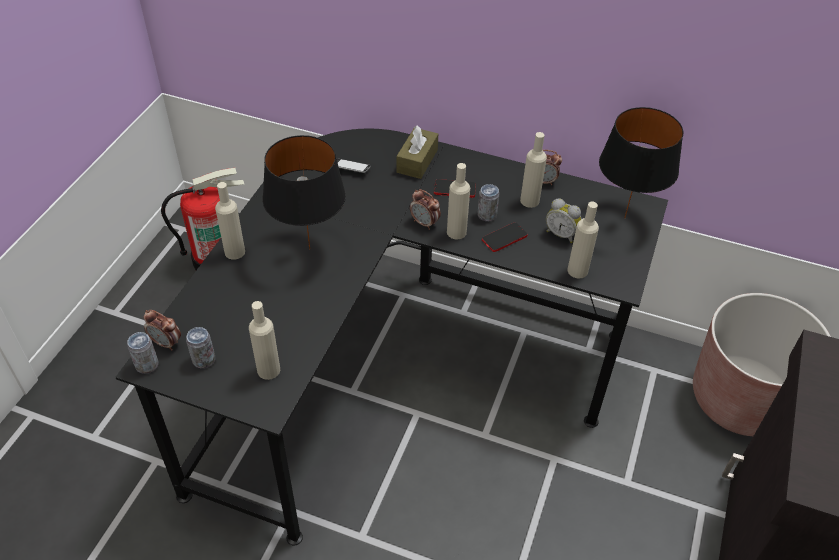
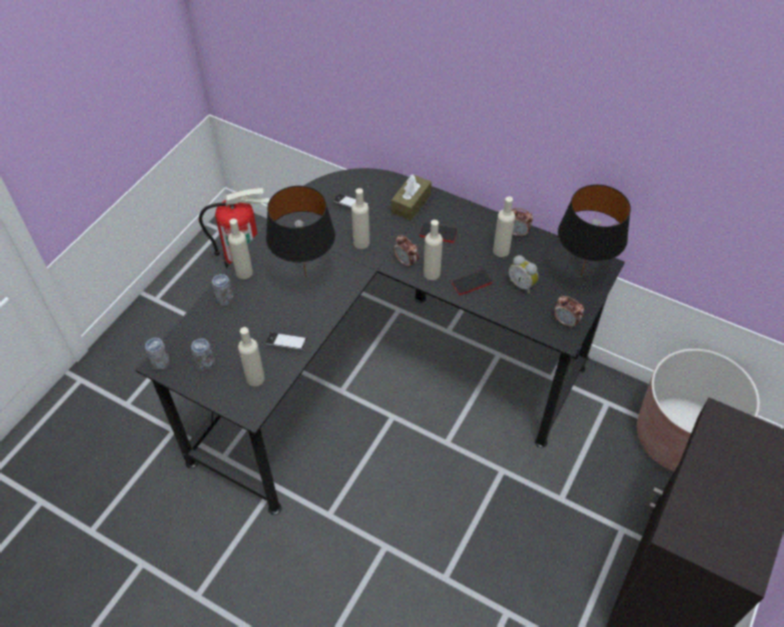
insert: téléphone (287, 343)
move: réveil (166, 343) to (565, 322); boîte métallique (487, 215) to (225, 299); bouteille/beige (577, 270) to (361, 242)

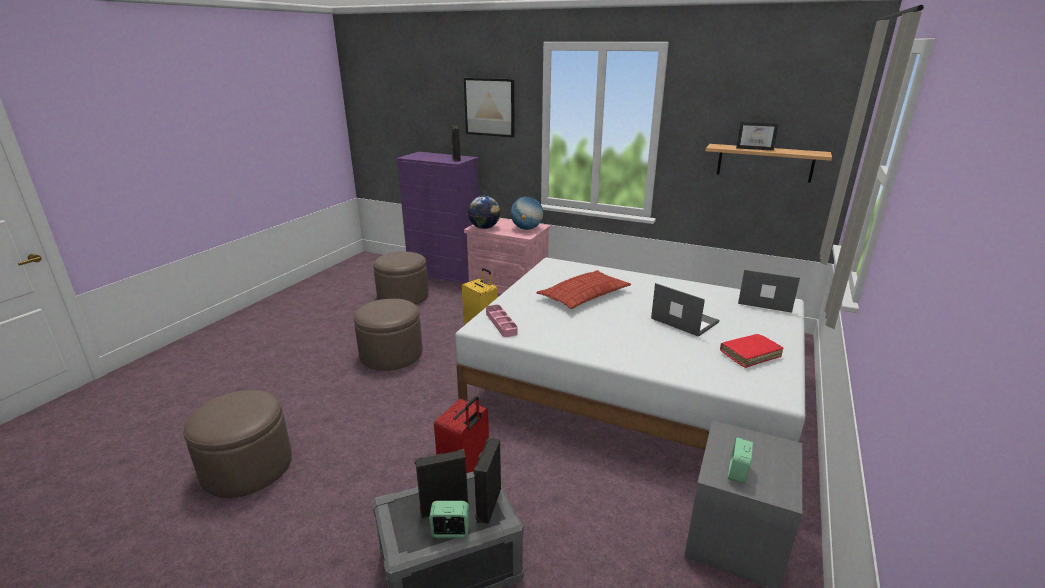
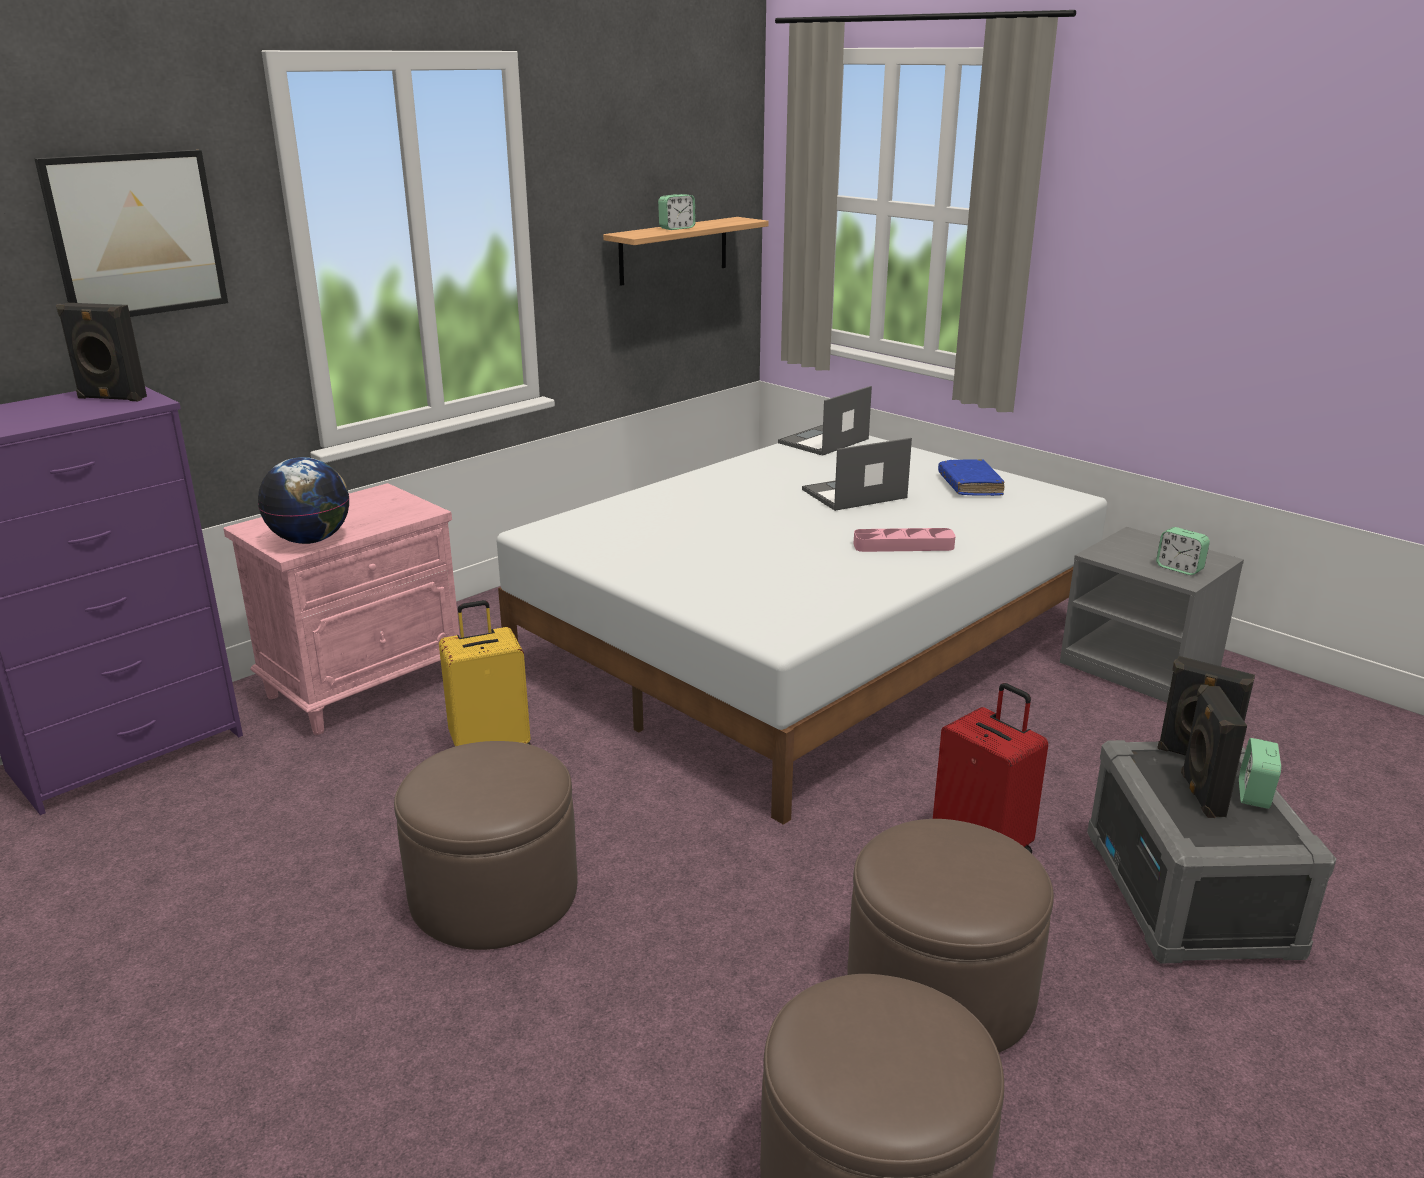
delete: globe (526, 228); coussin (584, 295)
move: pouf/marron (403, 296) to (940, 990); plateau/rose (501, 323) to (903, 545)
replace: cadre photo (755, 148) to réveil (677, 228)
recolor: livre/rouge (750, 355) to livre/bleu (969, 485)

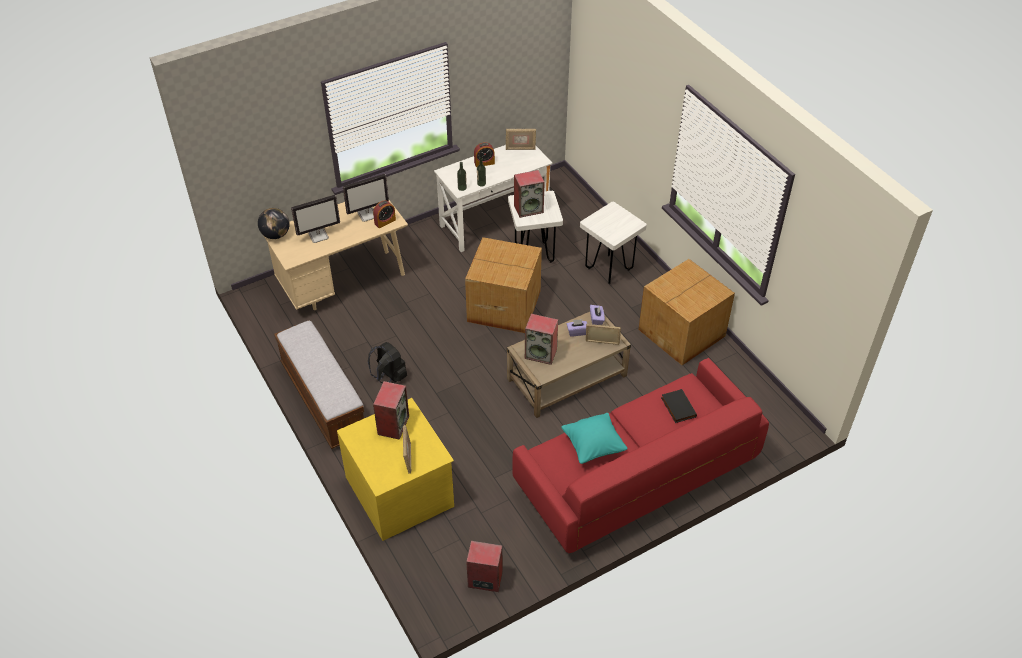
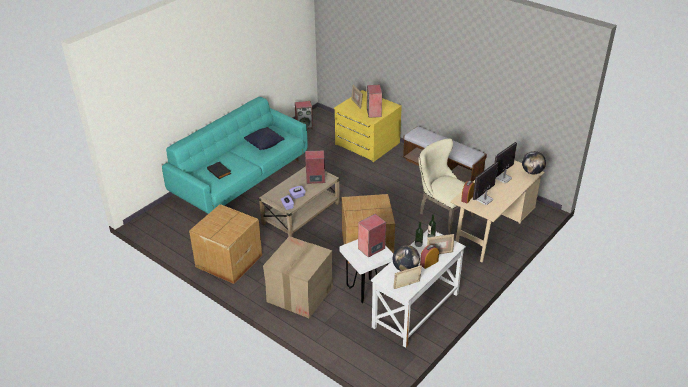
delete: sac à dos/noir (389, 377)
insert: globe (405, 268); chaise/beige (442, 214)
move: cadre photo (602, 343) to (439, 253)
replace: tabouret/blanc (609, 269) to carton (299, 294)
recolor: canapé/rouge (635, 475) to canapé/turquoise (241, 178); coussin/turquoise (593, 446) to coussin/noir (264, 145)

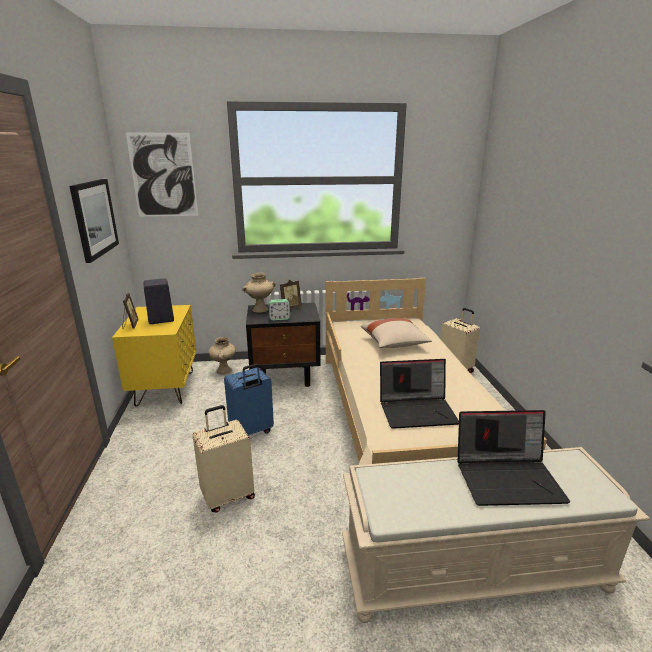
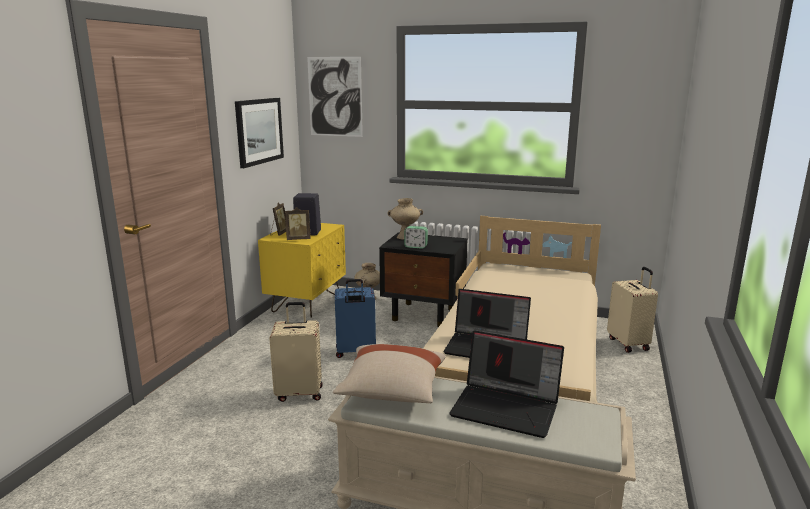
move: cadre photo (290, 308) to (298, 239); coussin/beige (394, 343) to (392, 391)

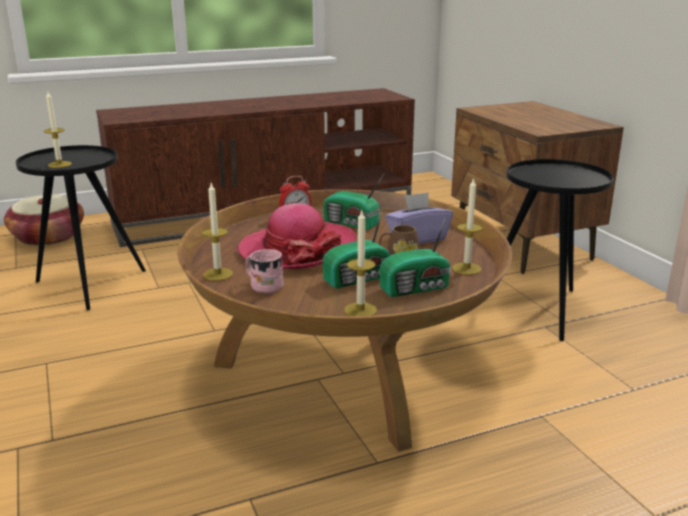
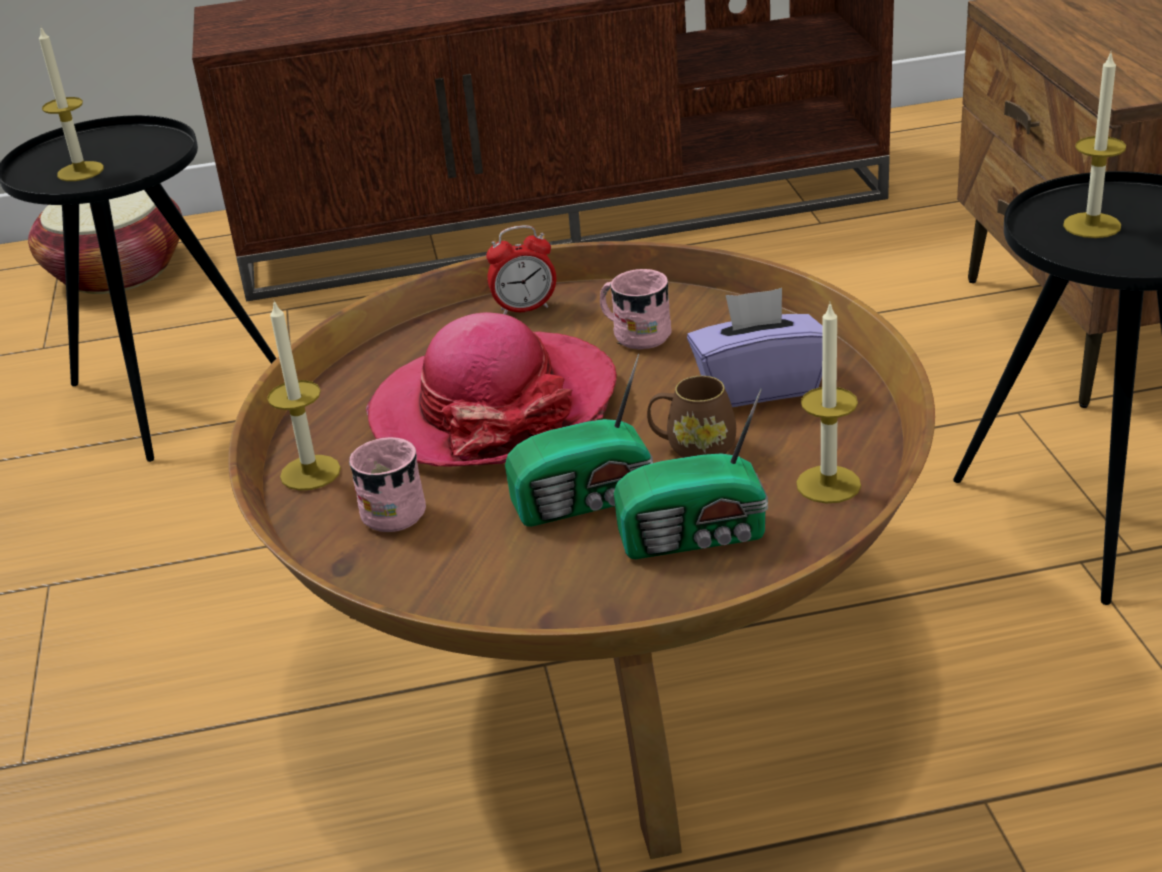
move: bougie (360, 310) to (1092, 225)
replace: radio (351, 224) to mug/rose (635, 334)

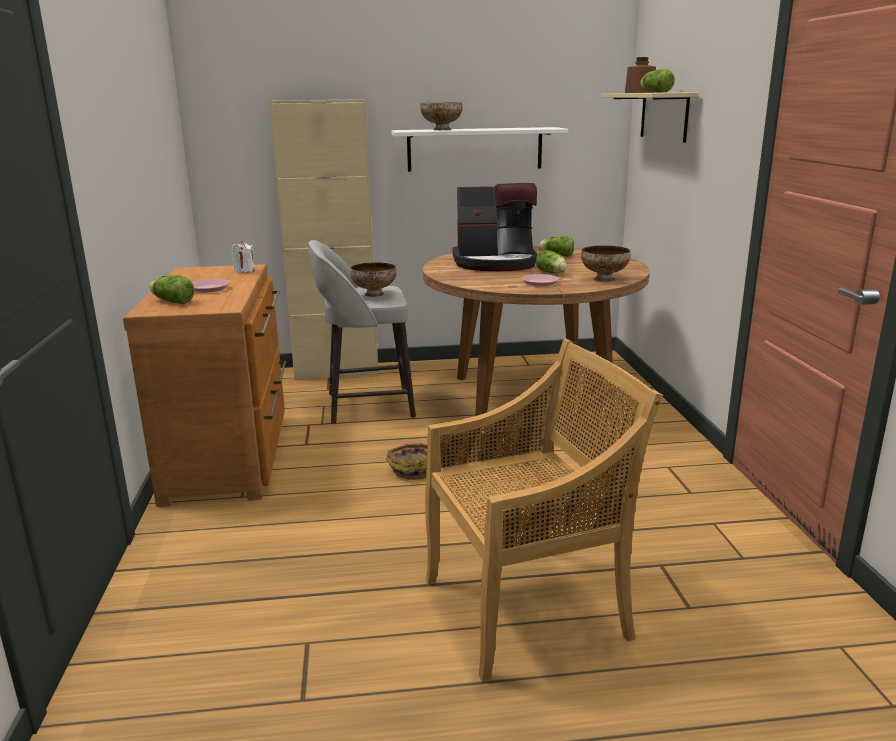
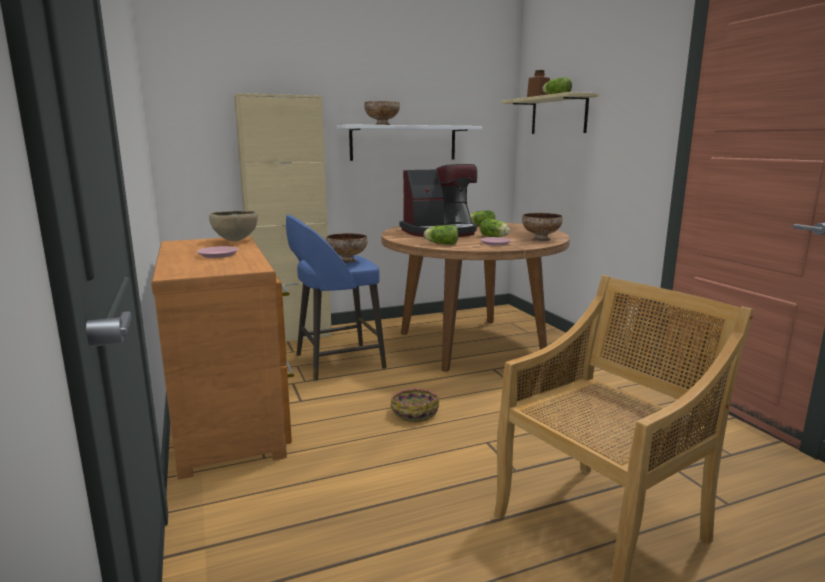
move: laitue (171, 301) to (440, 244)
replace: bougie/blanc (244, 270) to bol/marron (236, 241)
recolor: tabouret/gris (366, 405) to tabouret/bleu (336, 362)

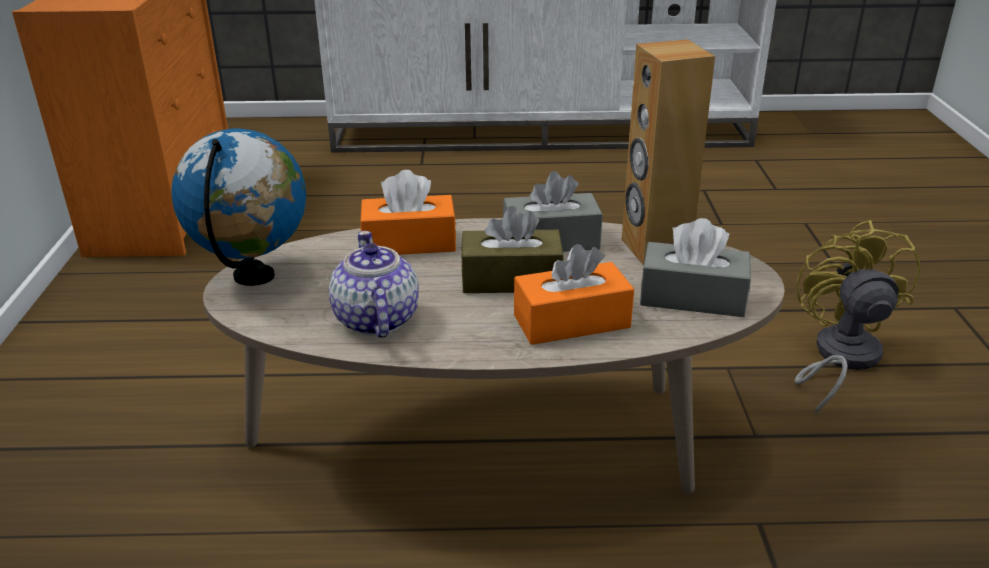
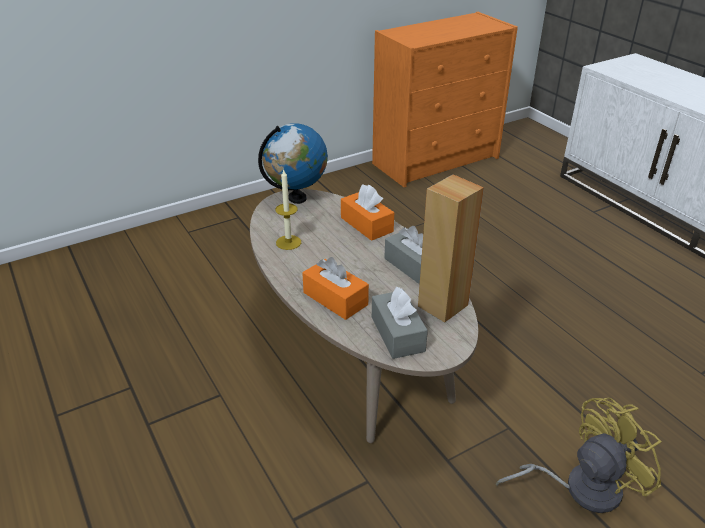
delete: boîte à mouchoirs/marron (511, 279)
replace: théière (375, 320) to bougie (288, 242)

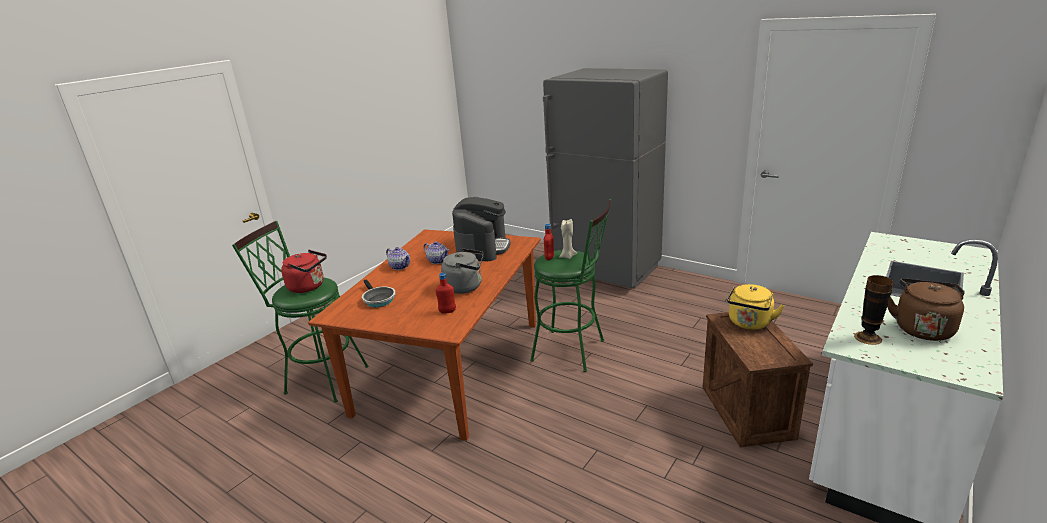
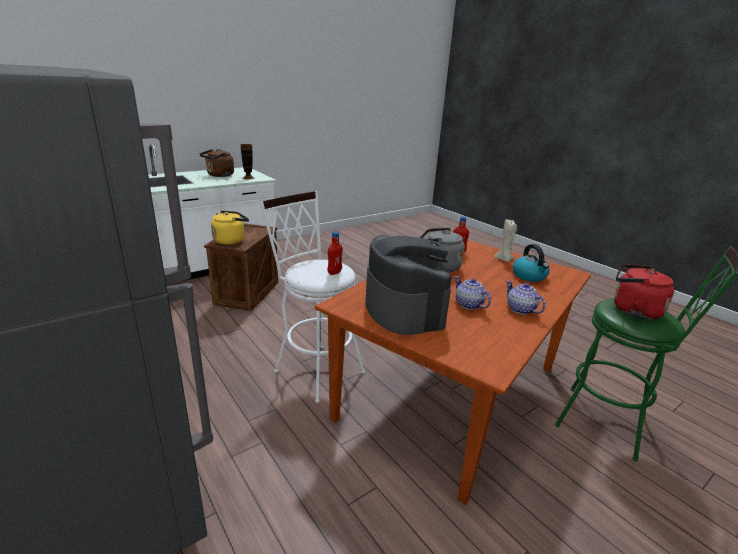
move: bougie/beige (567, 256) to (504, 260)
replace: poêle (378, 299) to bouilloire (529, 276)
recolor: tabouret/vert (574, 351) to tabouret/blanc (315, 368)
rotate: machine à café (482, 248) = (403, 309) 135 degrees clockwise

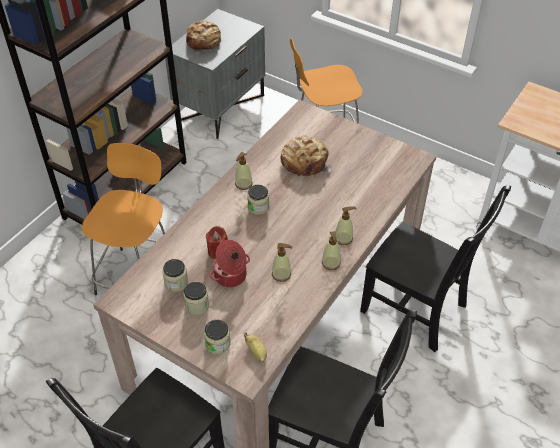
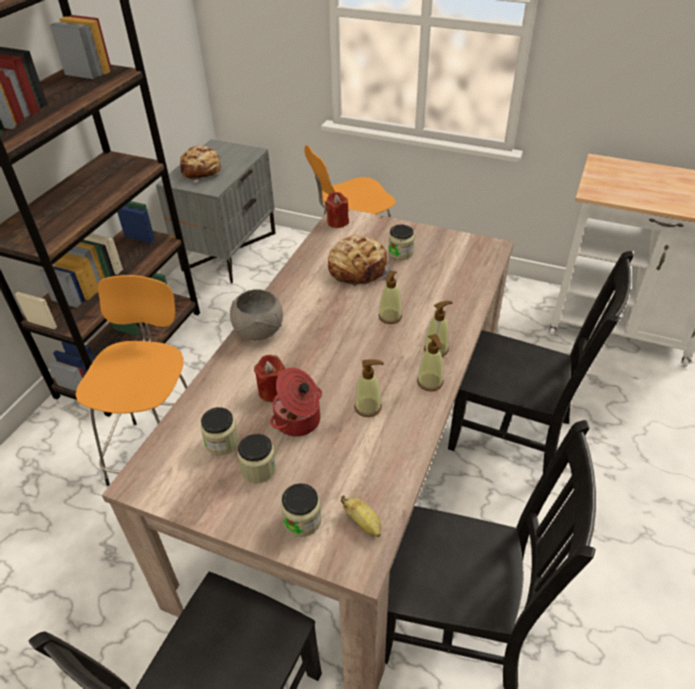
insert: bol/gris (259, 331); bougie/rouge (337, 222)
move: distributeur de savon (243, 184) to (390, 317); bocal (258, 207) to (400, 253)

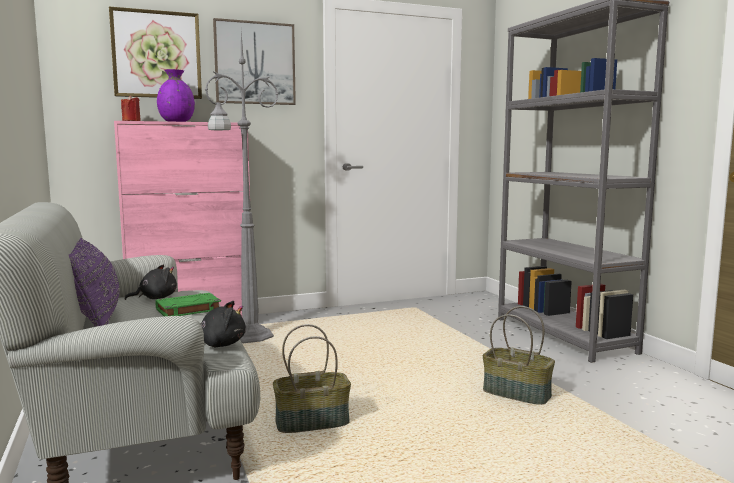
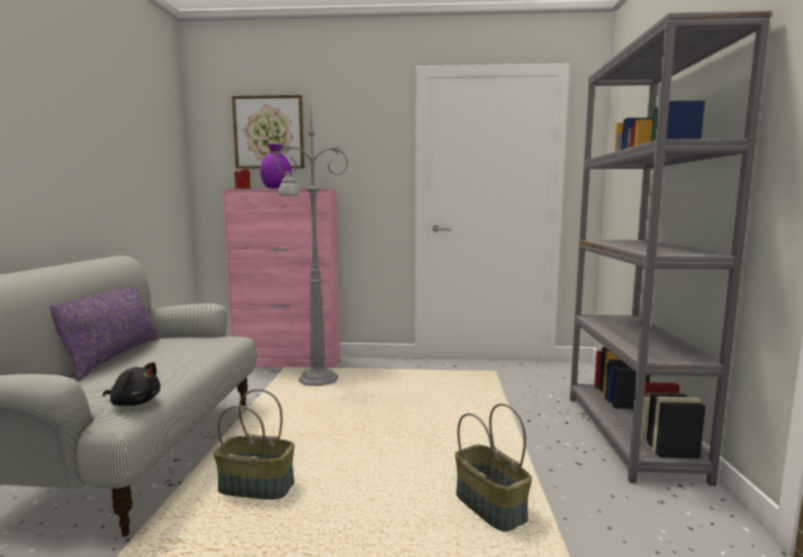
delete: peluche/noir (155, 298); livre/vert (188, 310); tableau (255, 63)

